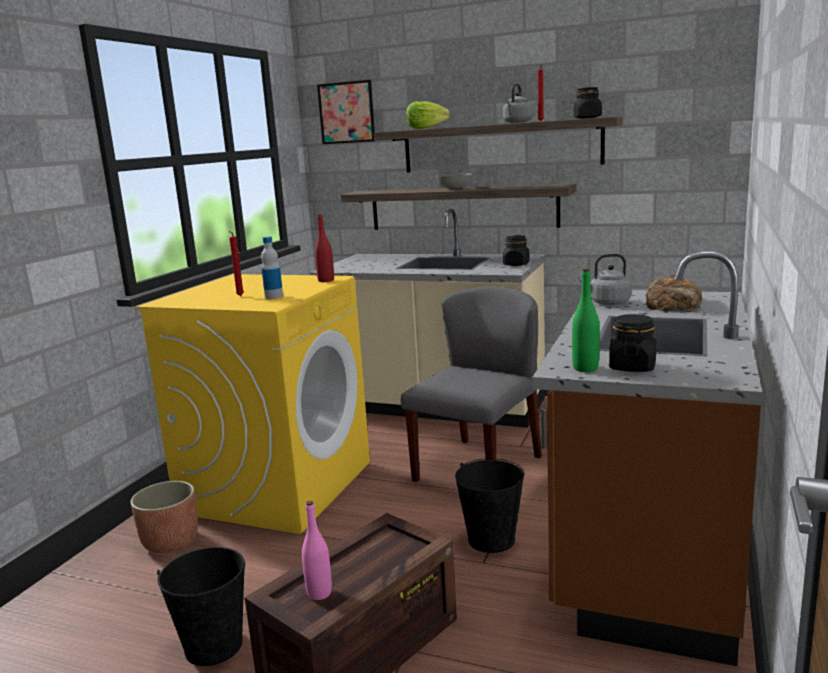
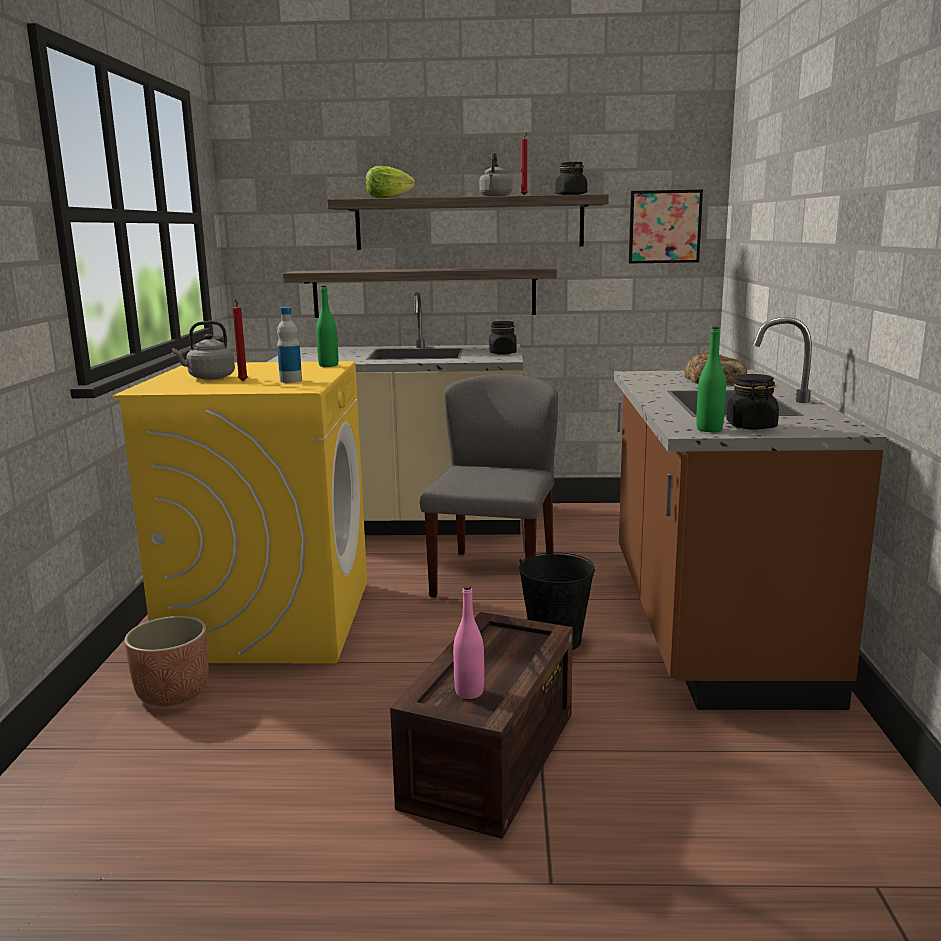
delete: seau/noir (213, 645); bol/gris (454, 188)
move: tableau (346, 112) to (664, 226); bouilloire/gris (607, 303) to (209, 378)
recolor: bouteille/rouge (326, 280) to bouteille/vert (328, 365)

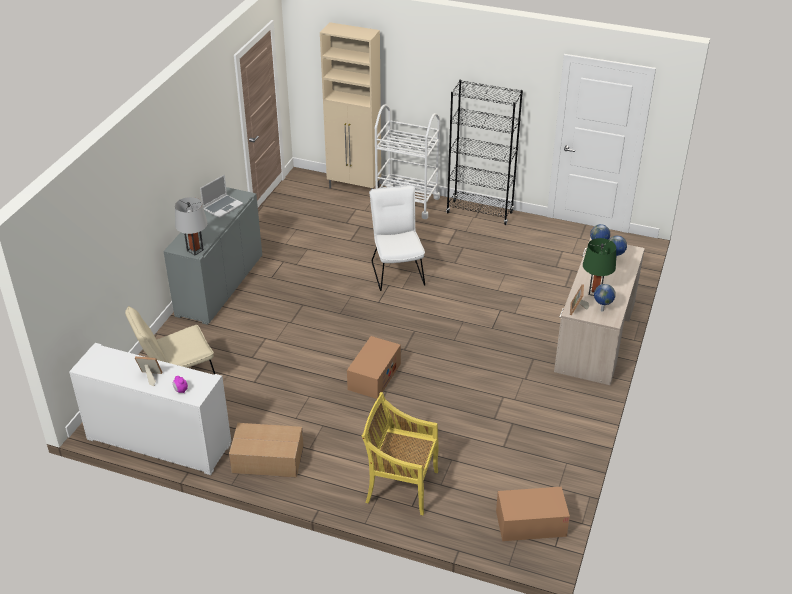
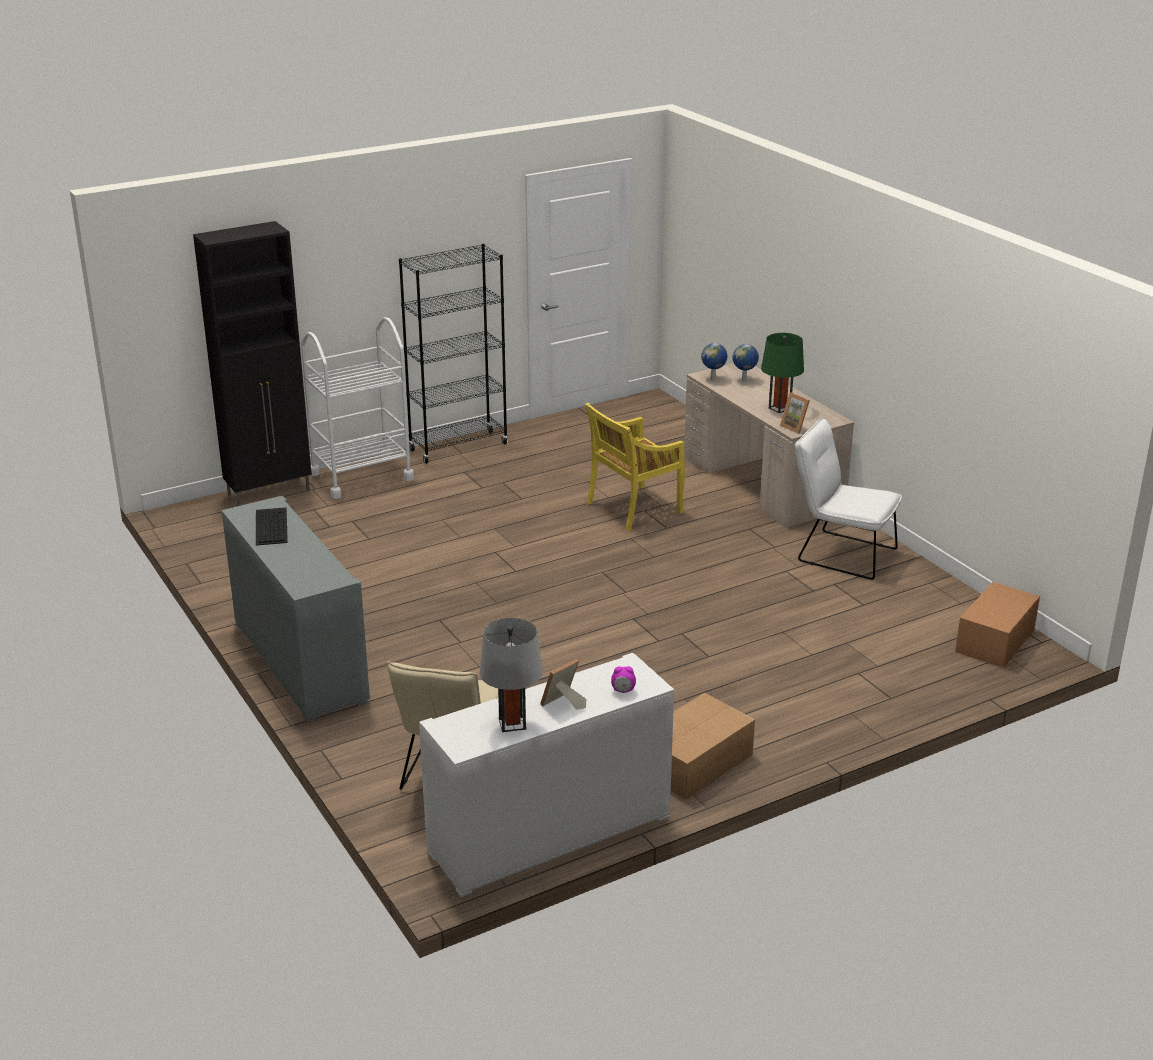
delete: carton (374, 376); globe (601, 310)
move: lampe de table/gris (195, 250) to (512, 724); chaise/jaune (400, 486) to (633, 508); chaise/blanc (397, 270) to (840, 553)
replace: ordinateur portable (223, 207) to clavier (271, 526)
recolor: meuble de rangement/beige (354, 187) to meuble de rangement/noir (270, 492)

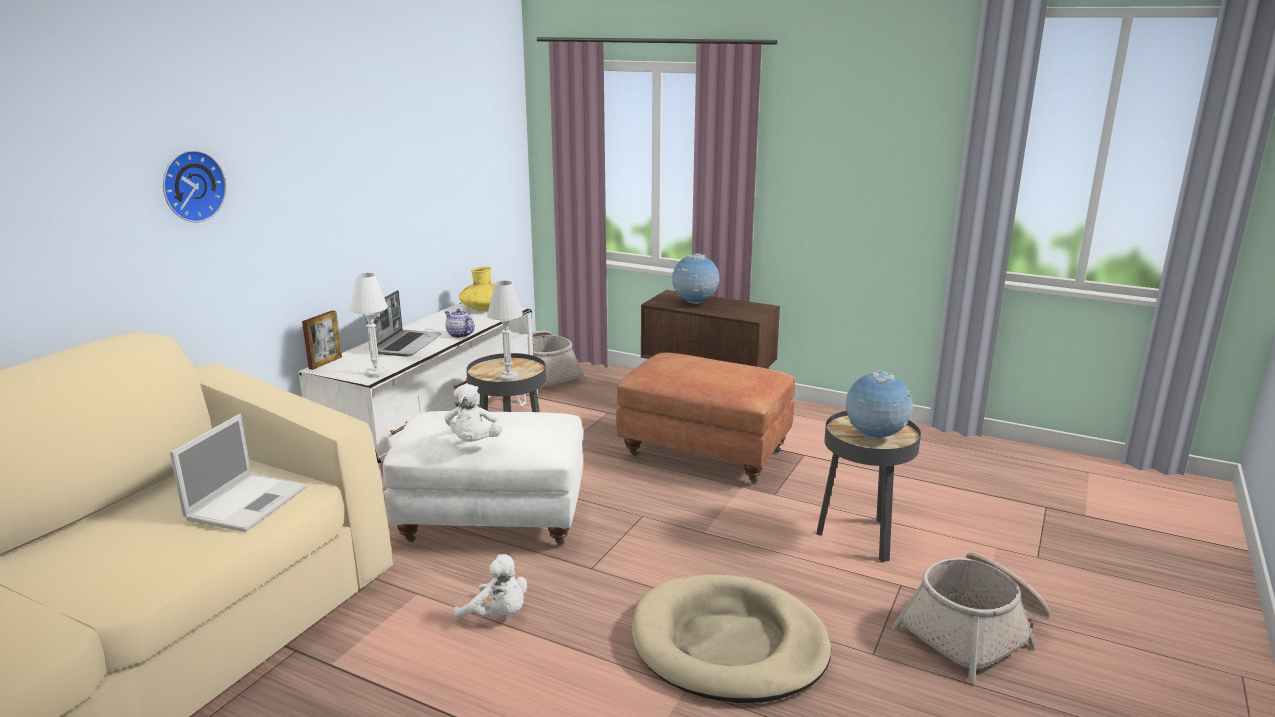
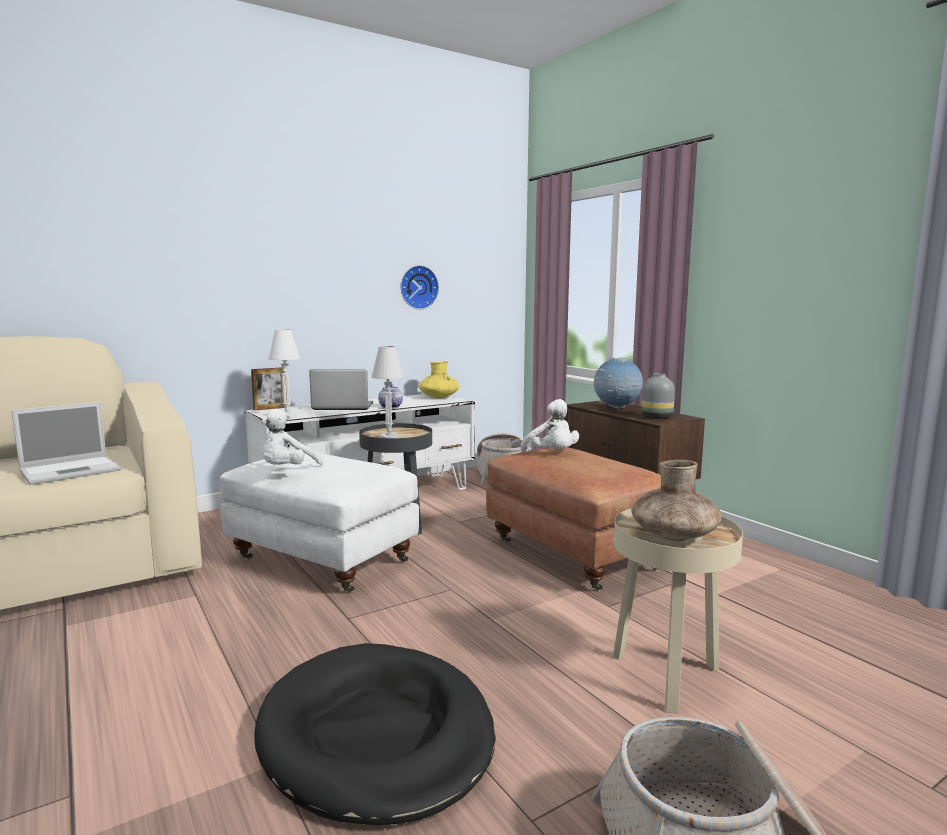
insert: vase/gris (656, 417)
move: horloge murale (191, 186) to (418, 287); peluche/blanc (498, 615) to (552, 454)
replace: globe (875, 437) to vase/marron (674, 536)
recolor: panier pour chien/beige (728, 645) to panier pour chien/noir (376, 736); table d'appoint/noir (861, 537) to table d'appoint/beige (667, 677)
rotate: ordinateur portable (406, 344) = (342, 407) 135 degrees counterclockwise

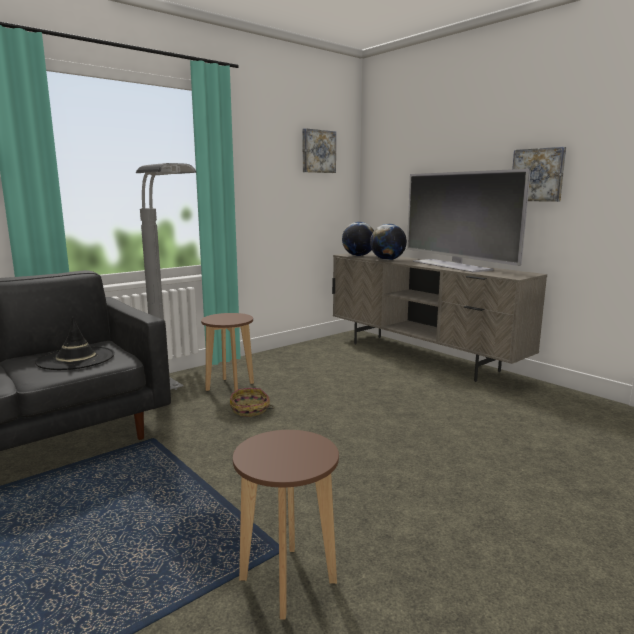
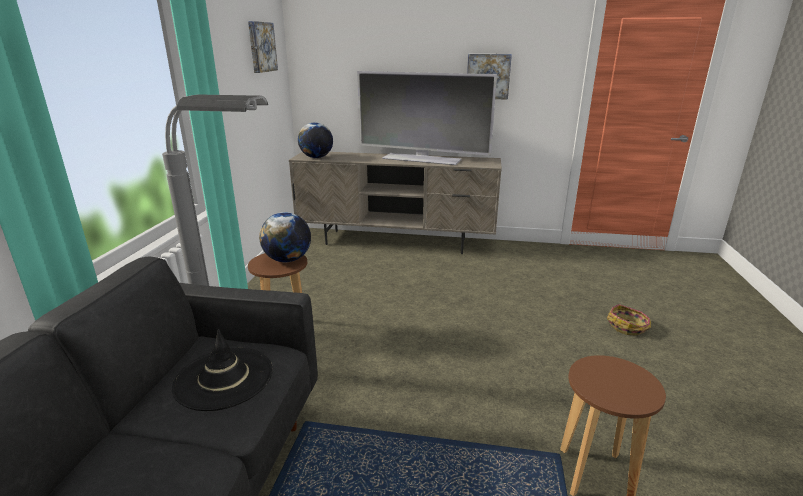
move: panier (250, 410) to (628, 326); globe (387, 260) to (288, 260)

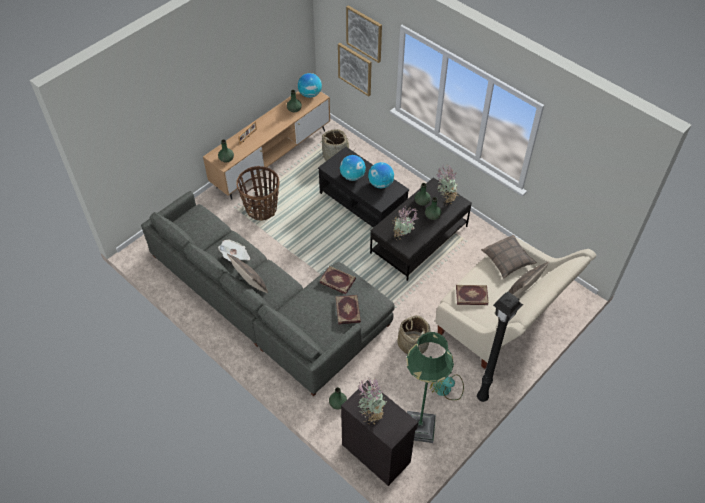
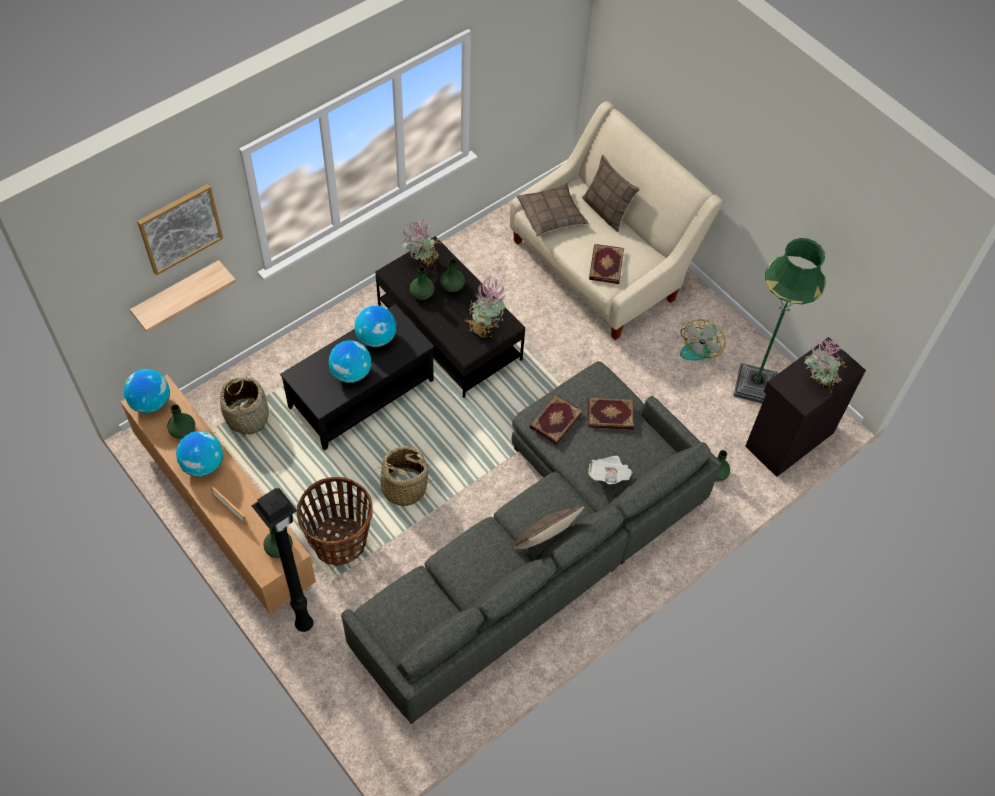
insert: globe (203, 464)
move: journal (235, 256) to (608, 475); panier (413, 343) to (404, 487); lampadaire/noir (482, 398) to (306, 625)
replace: tableau (355, 69) to étagère (178, 294)

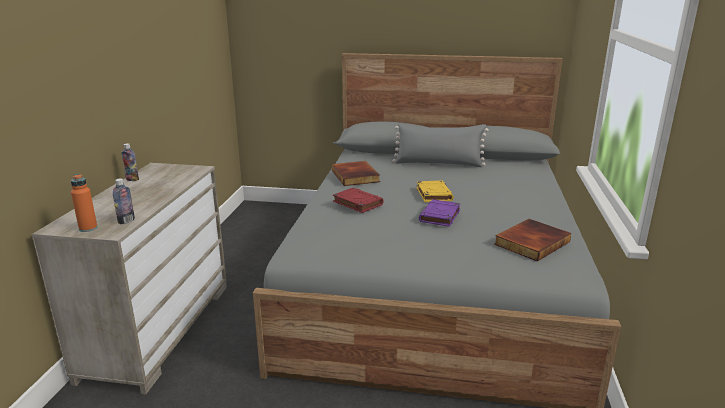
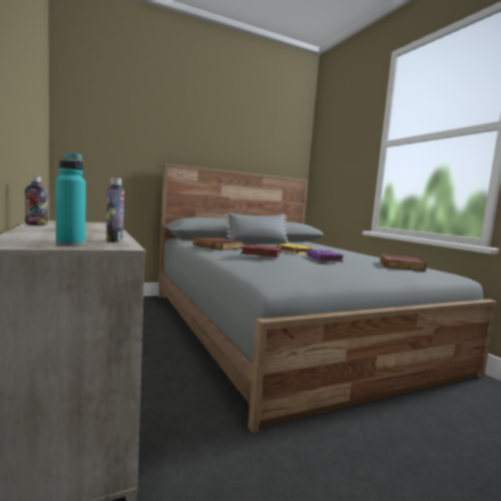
recolor: bouteille/orange (88, 228) to bouteille/turquoise (70, 244)

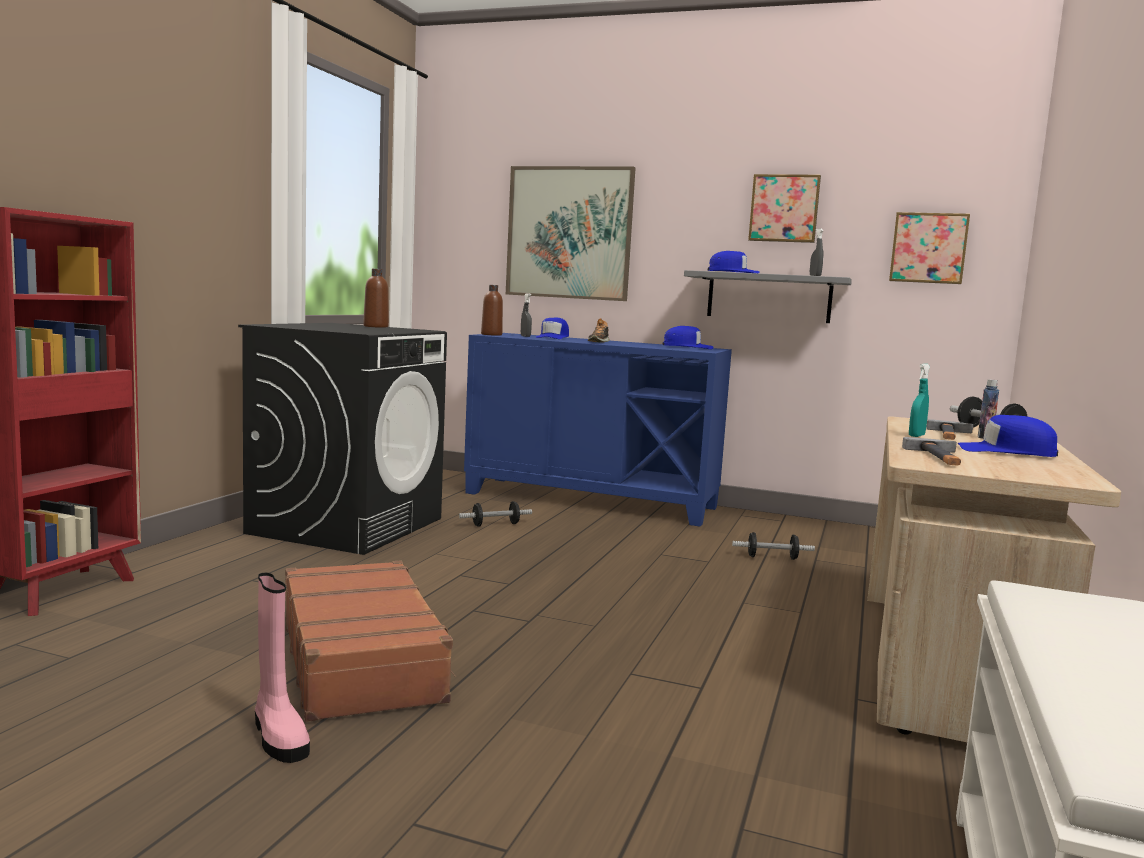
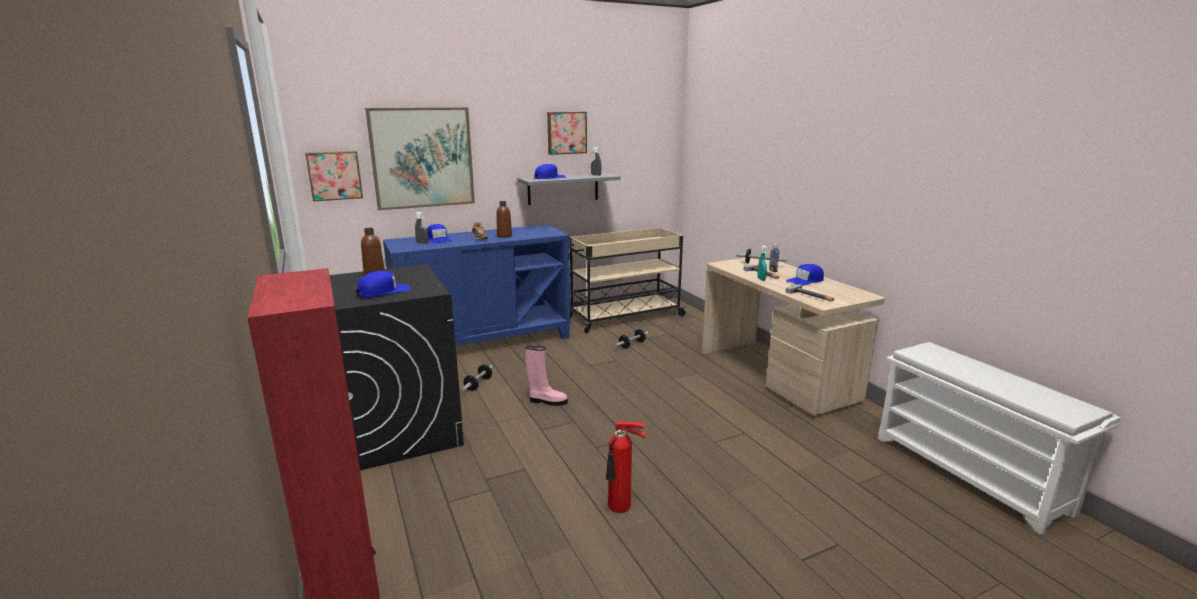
insert: chariot/beige (624, 317)
move: botte/rose (278, 736) to (547, 401); bouteille/marron (491, 334) to (504, 236); casquette/bleu (687, 347) to (383, 292); tableau (928, 248) to (334, 175)
replace: valise/marron (362, 659) to extincteur (620, 507)

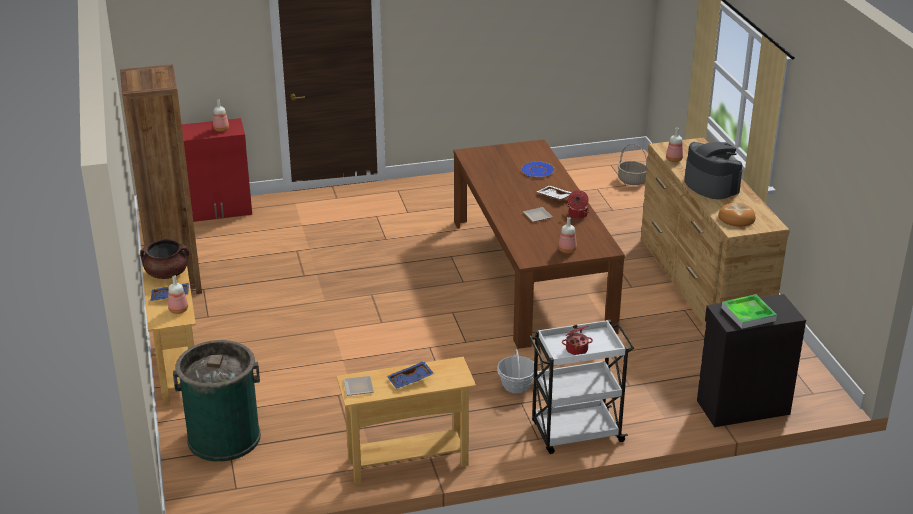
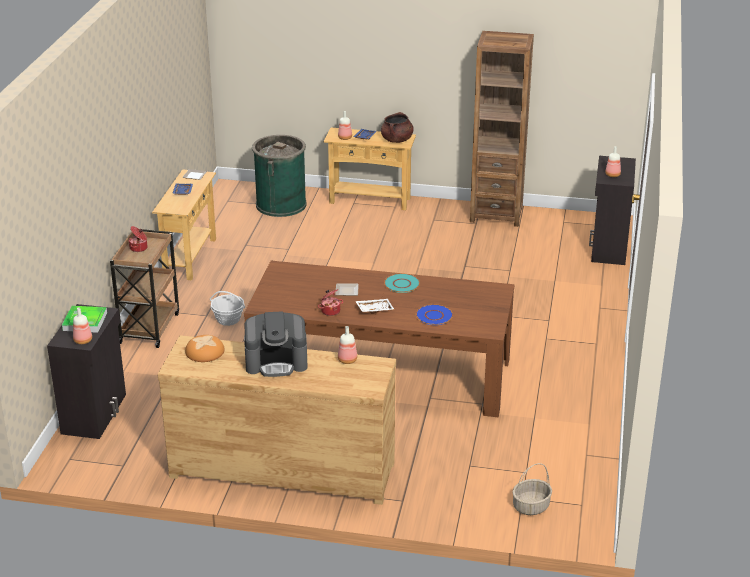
insert: assiette/turquoise (402, 284)
move: bouteille (567, 250) to (83, 341)
recolor: meuble de rangement/rouge (218, 210) to meuble de rangement/noir (608, 248); chariot/blanc (575, 433) to chariot/marron (150, 327)

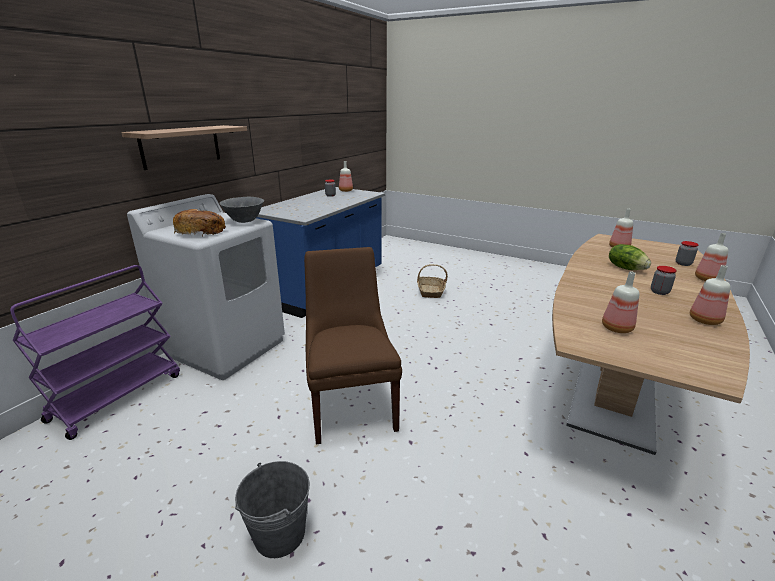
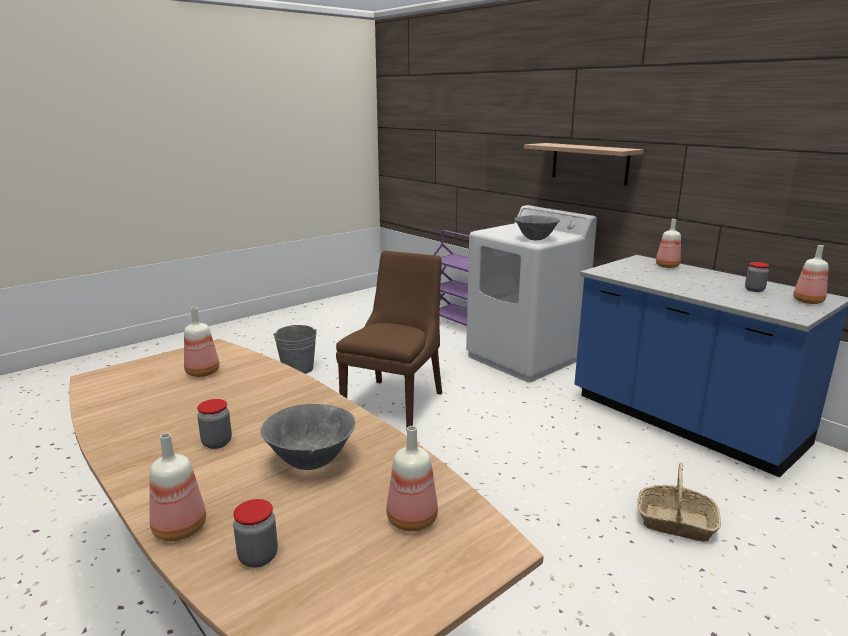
delete: pain (201, 231)
move: bouteille (705, 320) to (667, 266)
replace: laitue (626, 268) to bol/gris (312, 462)
rotate: chaise/marron (351, 404) = (395, 403) 75 degrees counterclockwise

